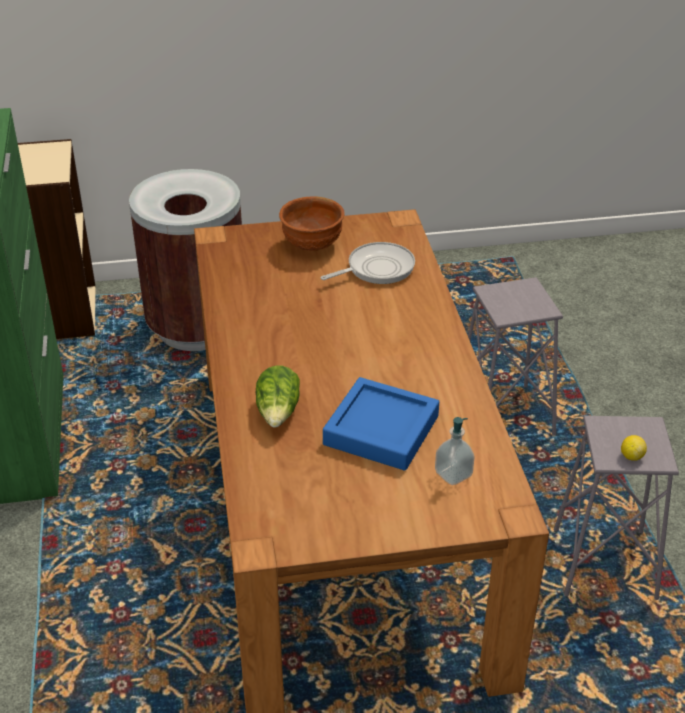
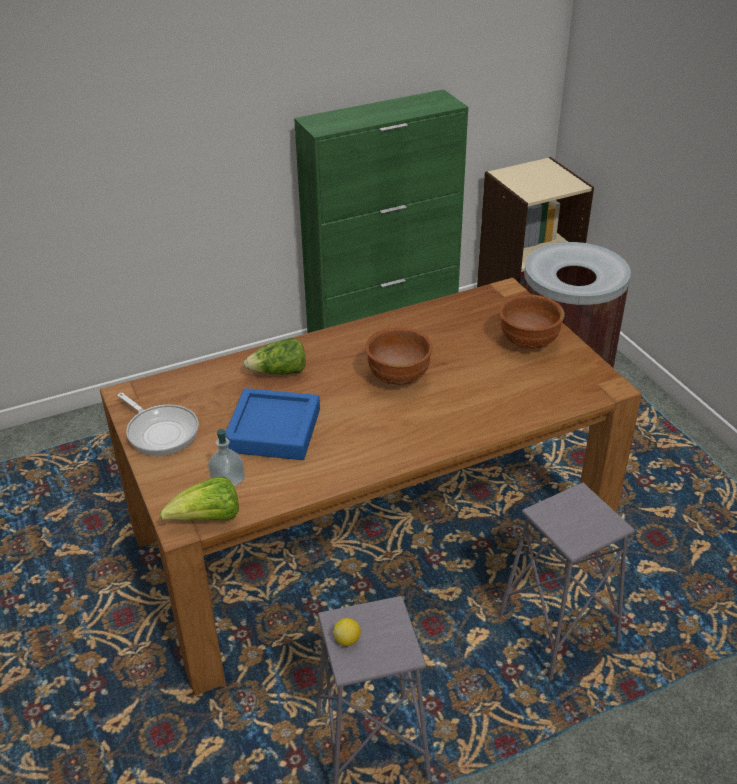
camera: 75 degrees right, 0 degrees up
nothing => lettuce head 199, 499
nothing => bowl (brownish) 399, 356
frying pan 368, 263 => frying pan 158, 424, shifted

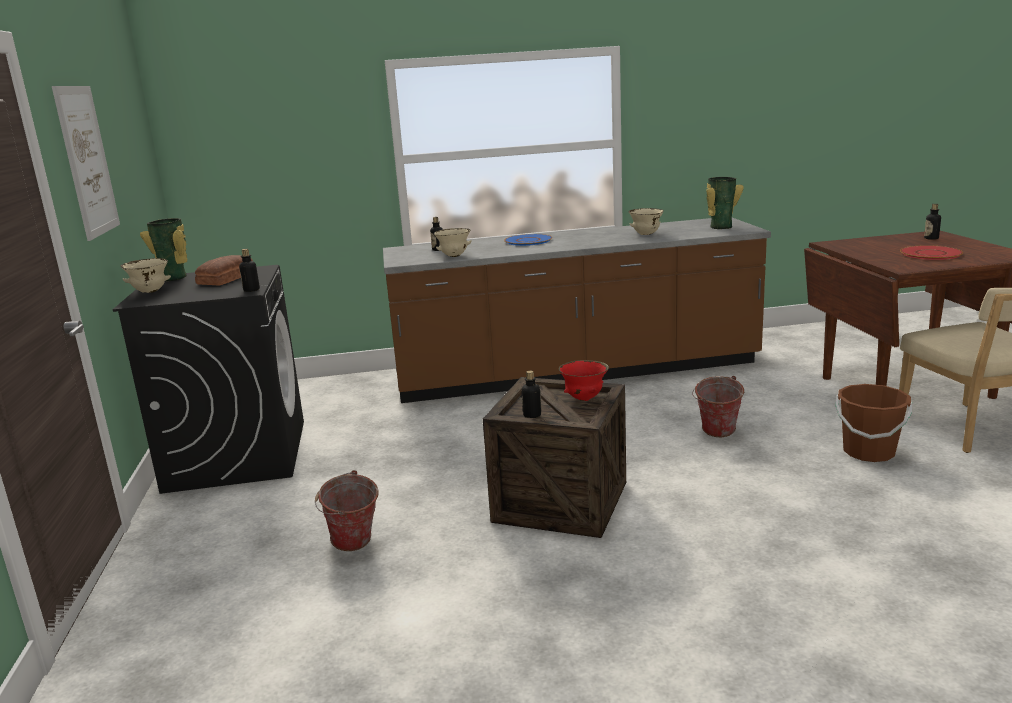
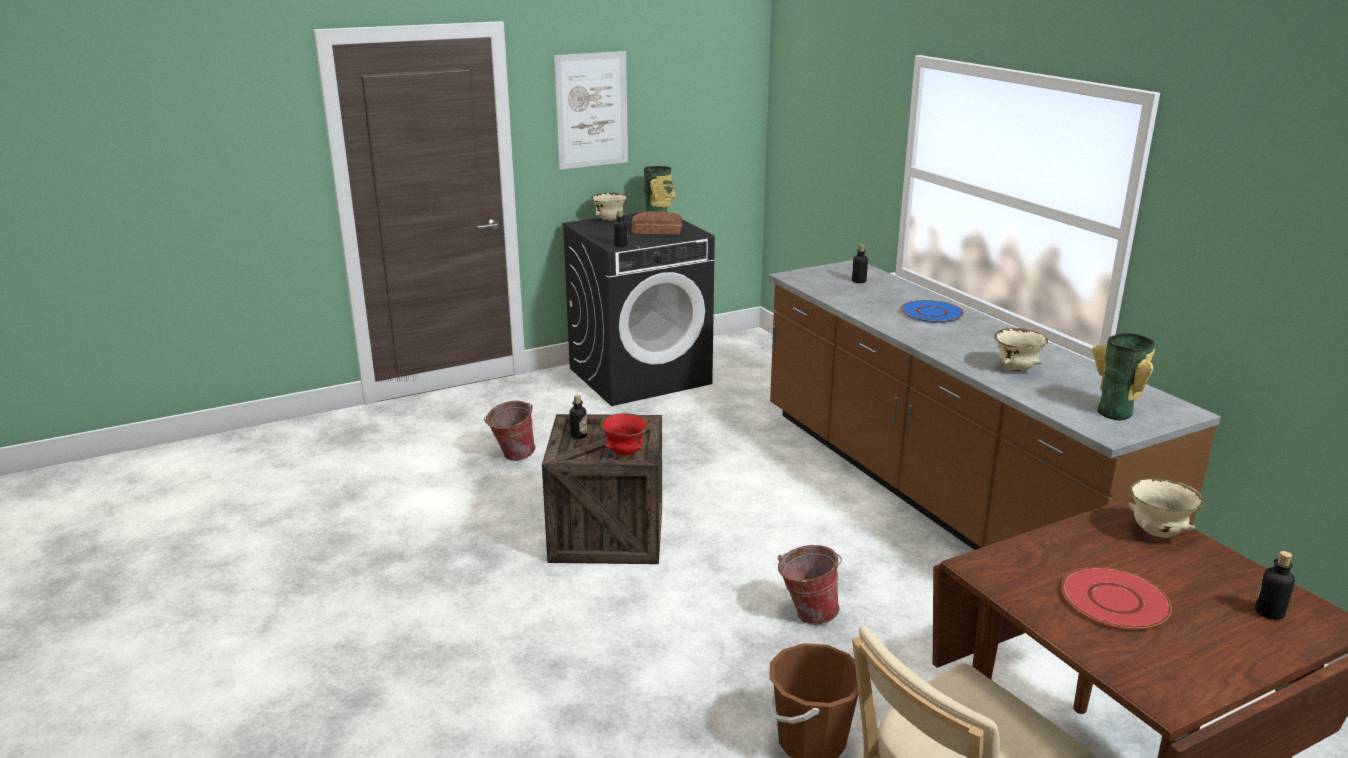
camera: 70 degrees right, 5 degrees up
bowl (beige-coloured) 453, 242 => bowl (beige-coloured) 1166, 508, shifted

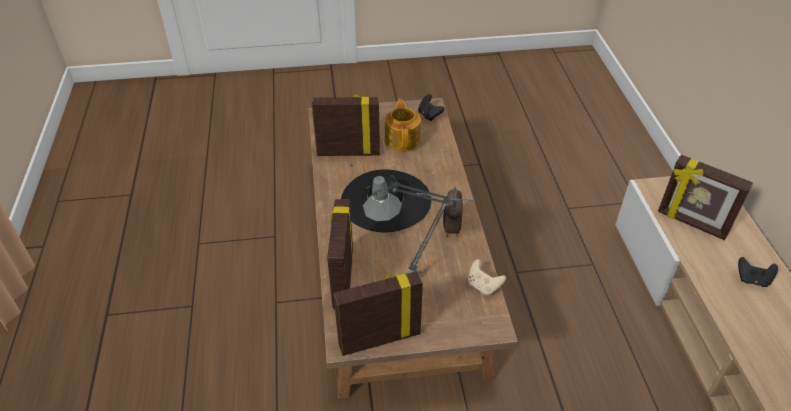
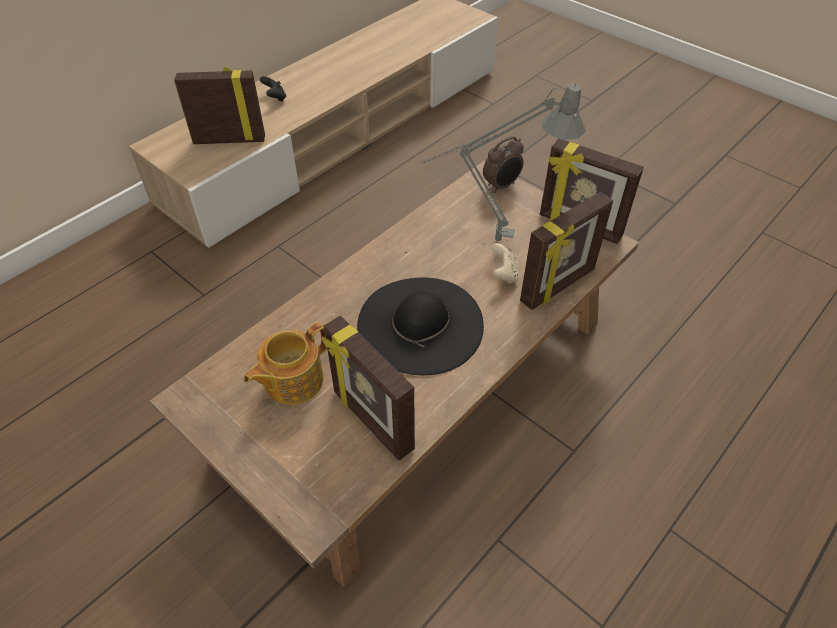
camera: 130 degrees left, 5 degrees up
joypad (black-coloured) 431, 107 => nothing
alarm clock 453, 212 => alarm clock 503, 164, shifted
joypad (beige-coloured) 487, 277 => joypad (beige-coloured) 505, 263, shifted
picture frame 705, 197 => picture frame 219, 105, 90 degrees counterclockwise

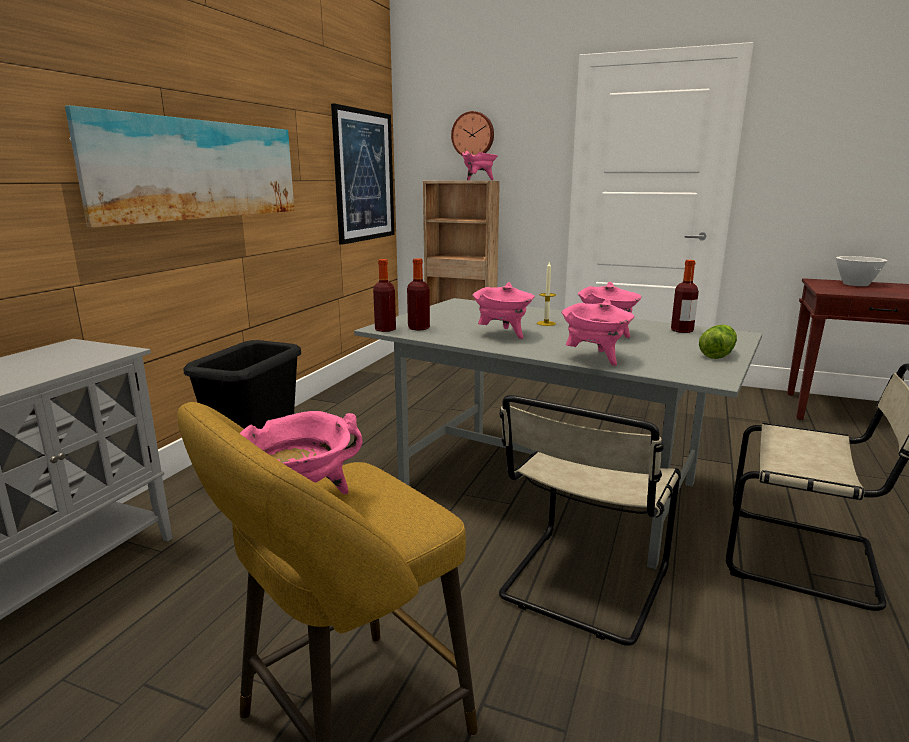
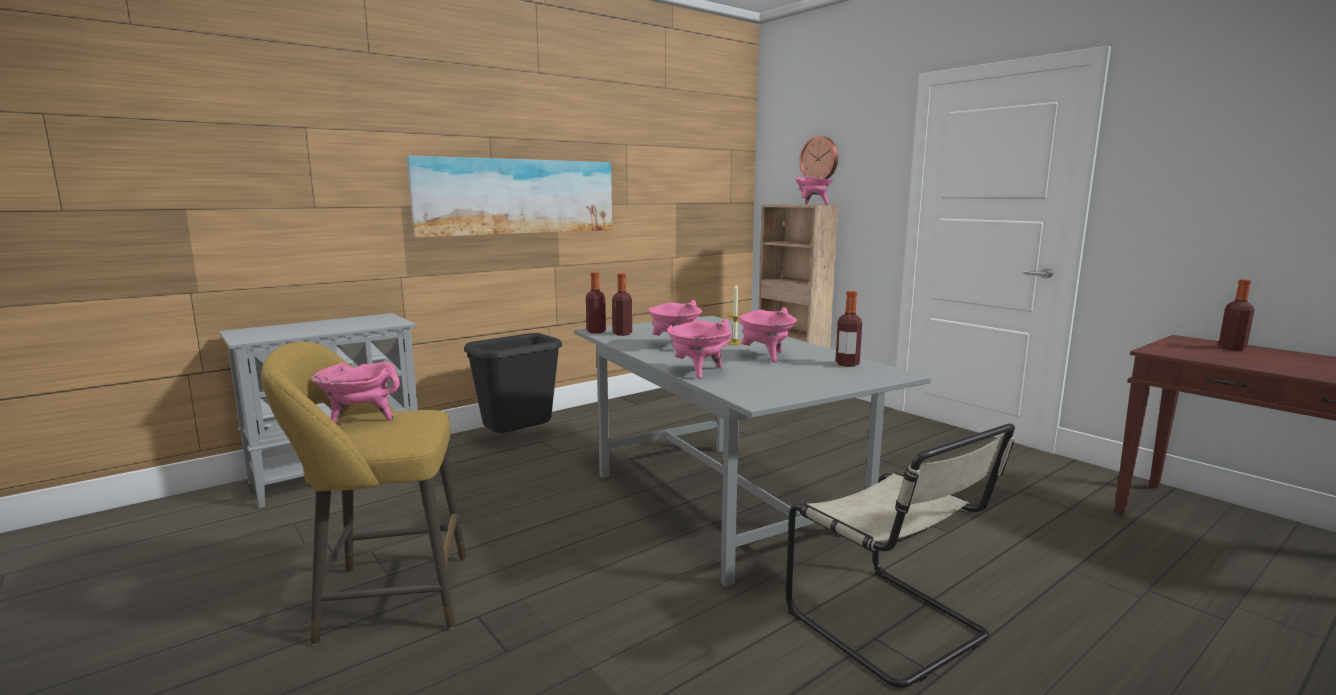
camera: 30 degrees right, 5 degrees down
wall picture 362, 174 => nothing
plain chair (beige-coloured) 590, 520 => nothing
lettuce head 718, 342 => nothing
bowl (white-coloured) 861, 271 => drink bottle 1236, 314

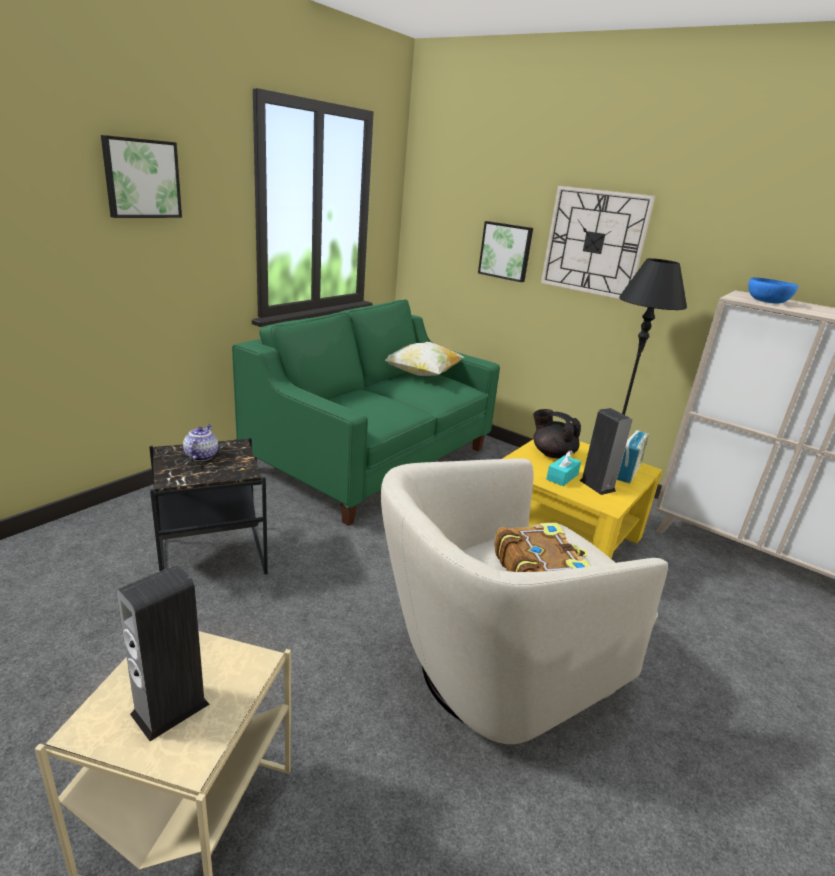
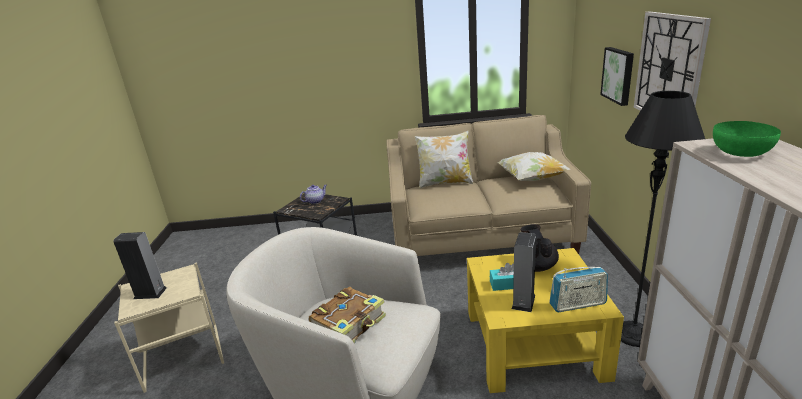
camera: 55 degrees right, 0 degrees up
wall picture 141, 176 => nothing
nothing => cushion 444, 159
sofa (greenish) 366, 412 => sofa (beige-coloured) 488, 185
bowl (blue-coloured) 773, 291 => bowl (greenish) 747, 139

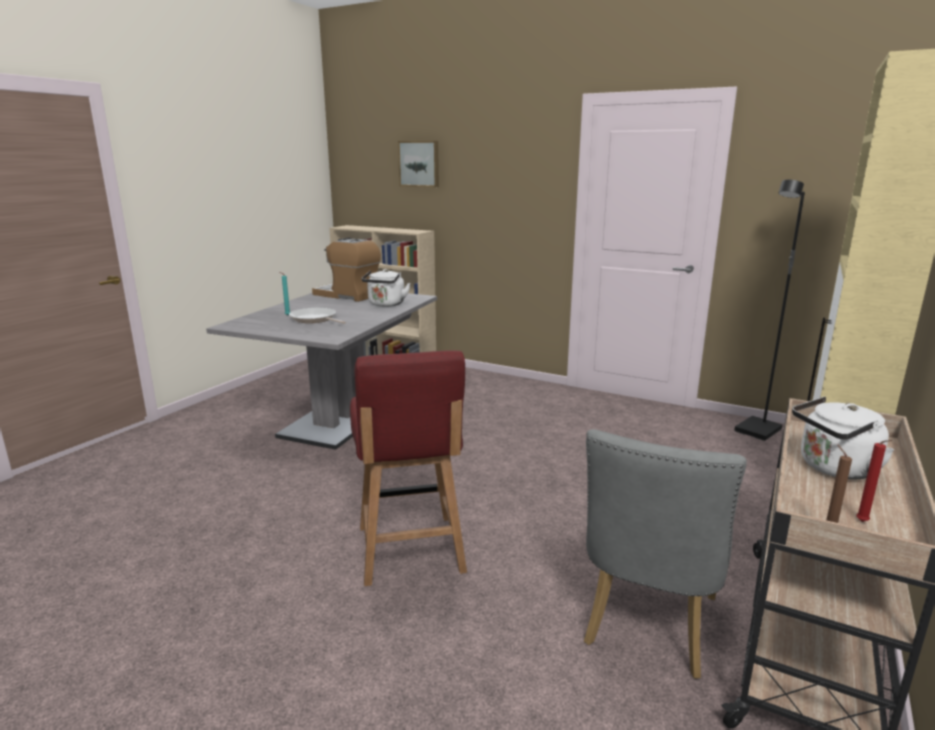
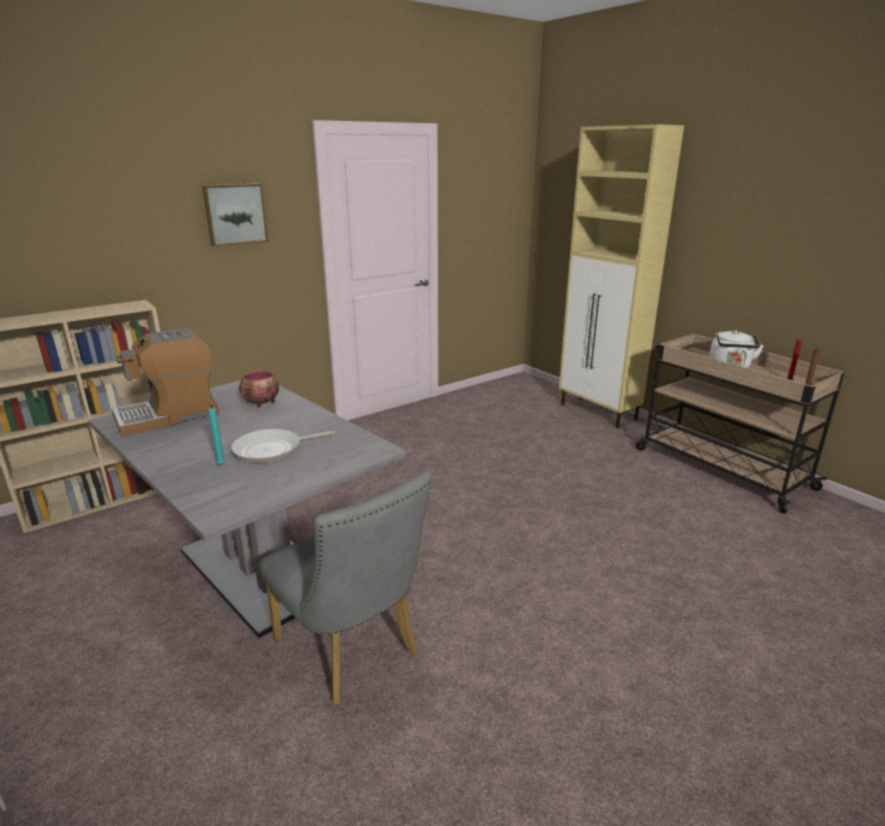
camera: 65 degrees left, 5 degrees up
plain chair (red) 408, 468 => nothing
standing lamp (black-coloured) 769, 310 => nothing
wall picture 418, 164 => wall picture 235, 215, shifted
plain chair (gray) 665, 554 => plain chair (gray) 345, 588, shifted
water kettle (white-coloured) 386, 288 => bowl 259, 389

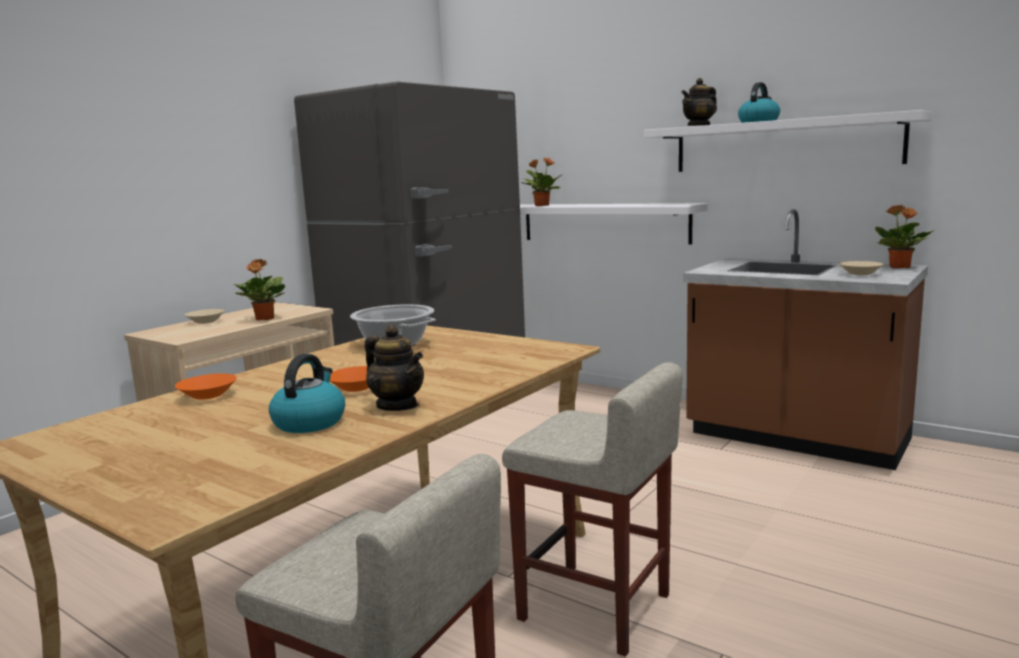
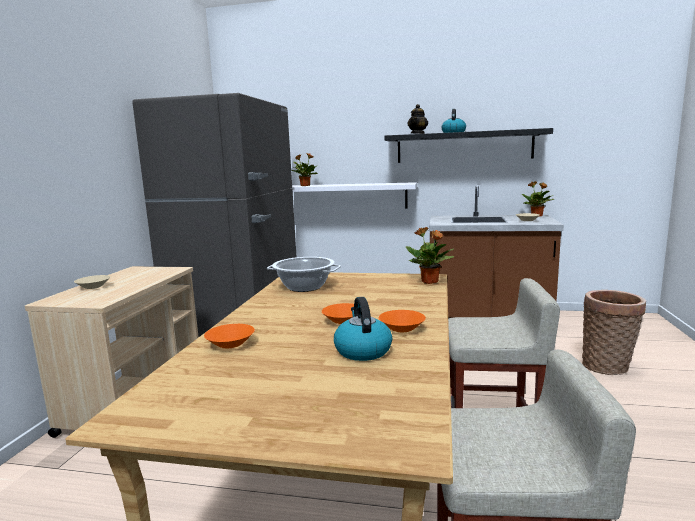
camera: 25 degrees left, 0 degrees up
nothing => household basket 614, 332
plant in a pot 259, 289 => plant in a pot 430, 255, shifted
pot for tea 394, 368 => bowl (orangey) 402, 321
shelf (white-coloured) 788, 141 => shelf (black-coloured) 468, 145

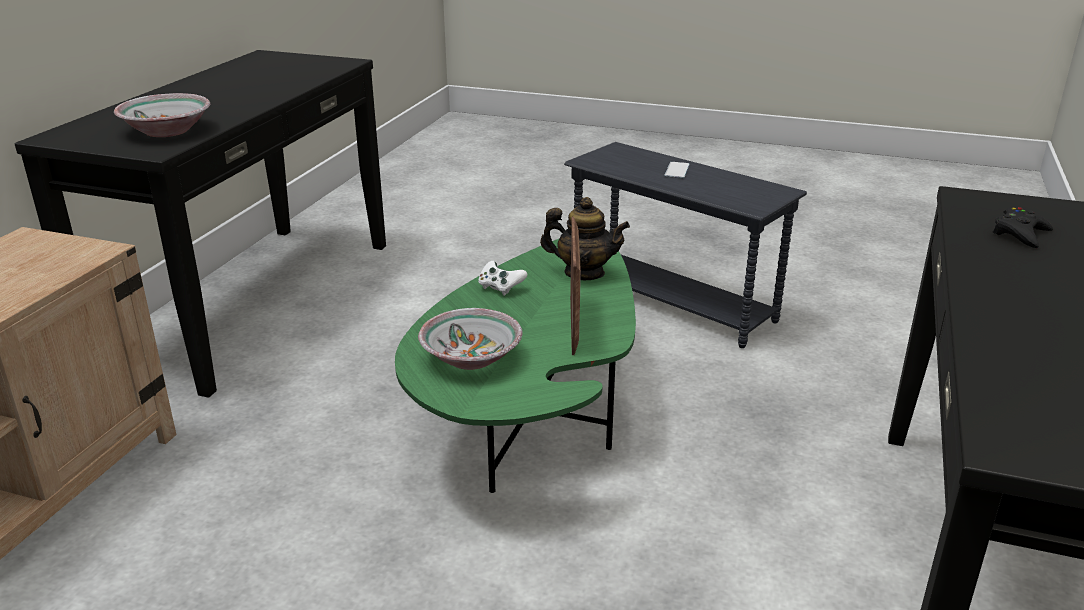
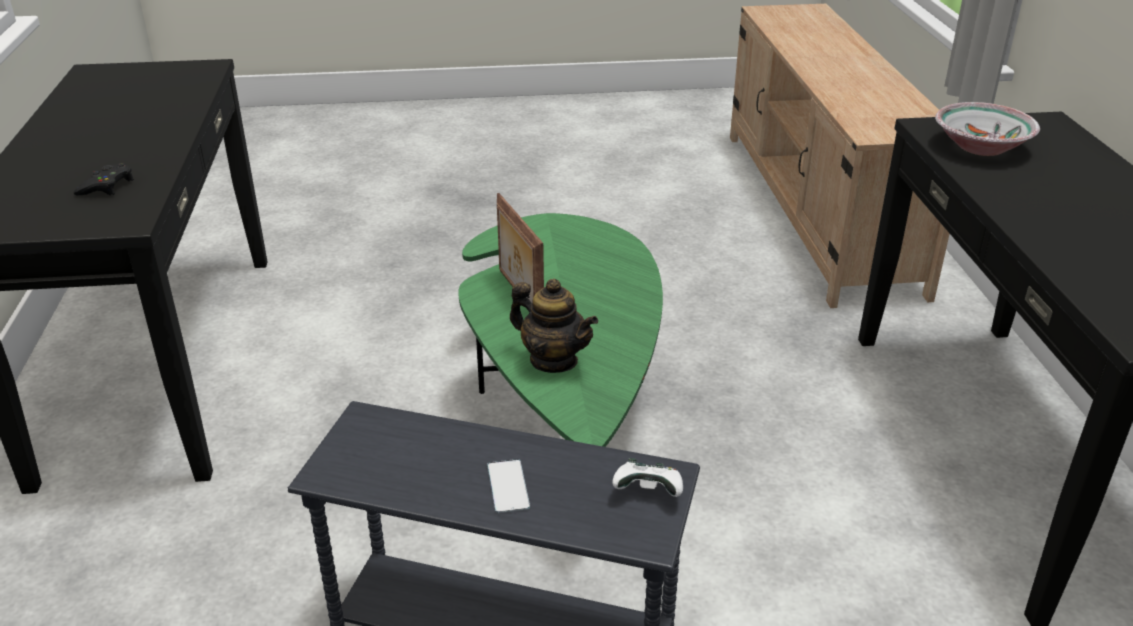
camera: 155 degrees right, 5 degrees up
bowl 470, 339 => nothing
joypad (white-coloured) 502, 278 => joypad (white-coloured) 647, 477, shifted
pot for tea 585, 238 => pot for tea 554, 326, 135 degrees counterclockwise

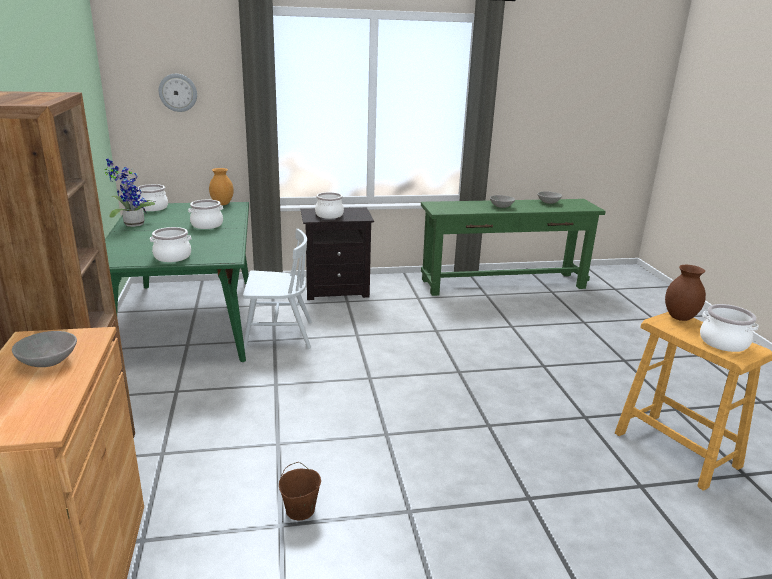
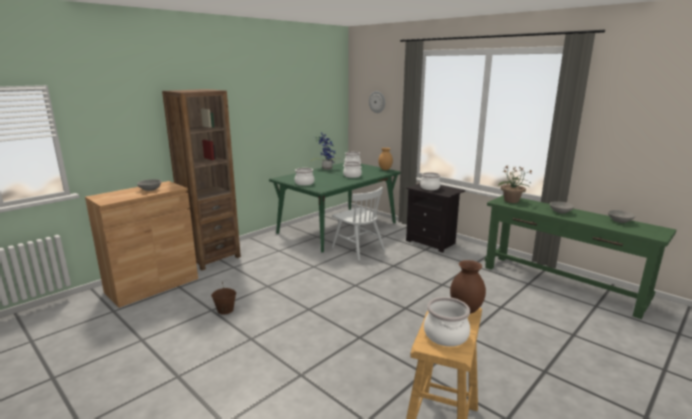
camera: 55 degrees right, 5 degrees down
nothing => plant in a pot 515, 184

